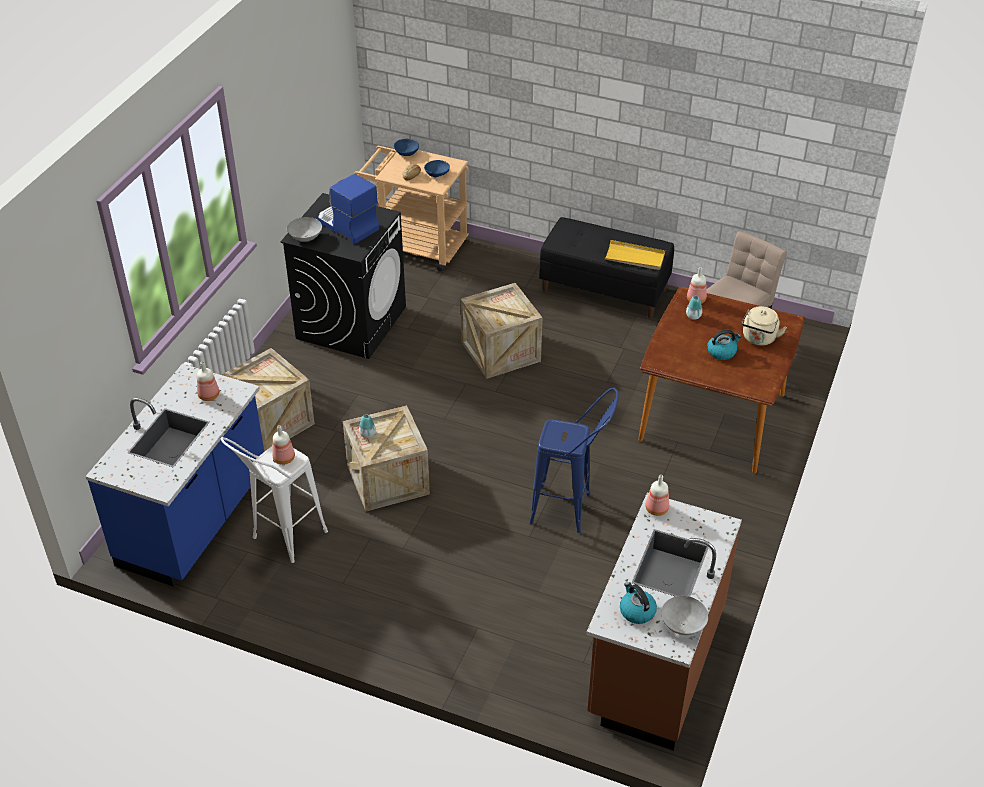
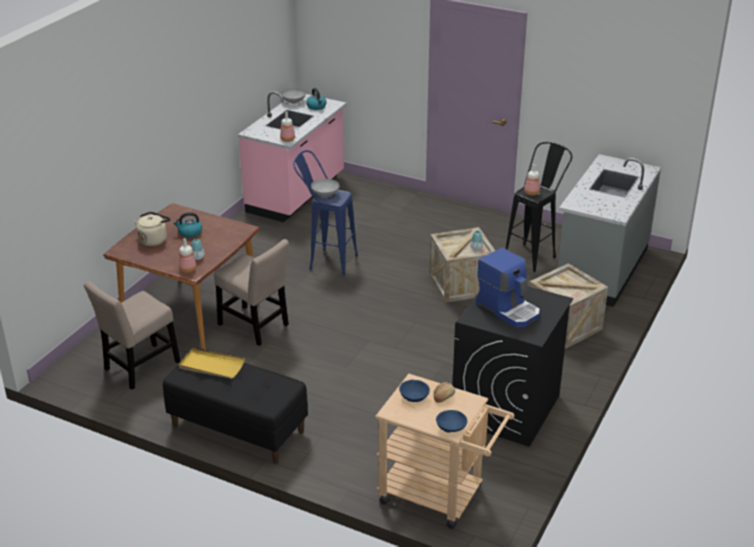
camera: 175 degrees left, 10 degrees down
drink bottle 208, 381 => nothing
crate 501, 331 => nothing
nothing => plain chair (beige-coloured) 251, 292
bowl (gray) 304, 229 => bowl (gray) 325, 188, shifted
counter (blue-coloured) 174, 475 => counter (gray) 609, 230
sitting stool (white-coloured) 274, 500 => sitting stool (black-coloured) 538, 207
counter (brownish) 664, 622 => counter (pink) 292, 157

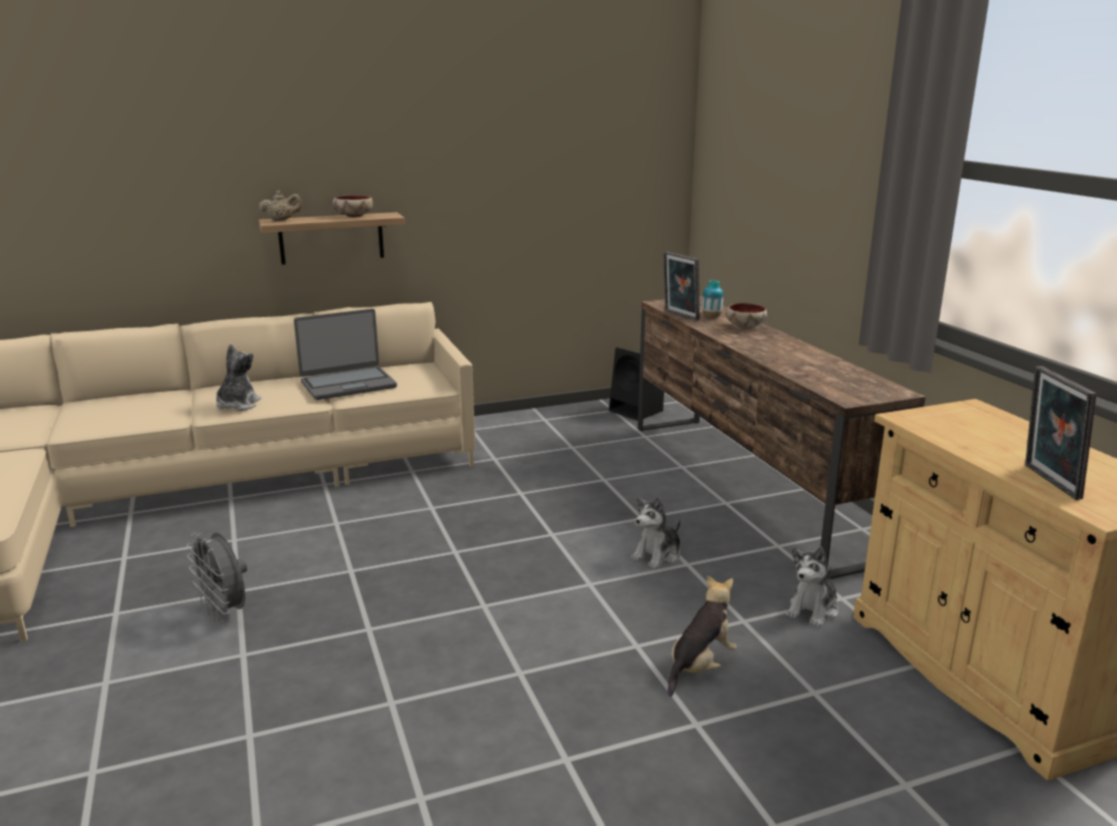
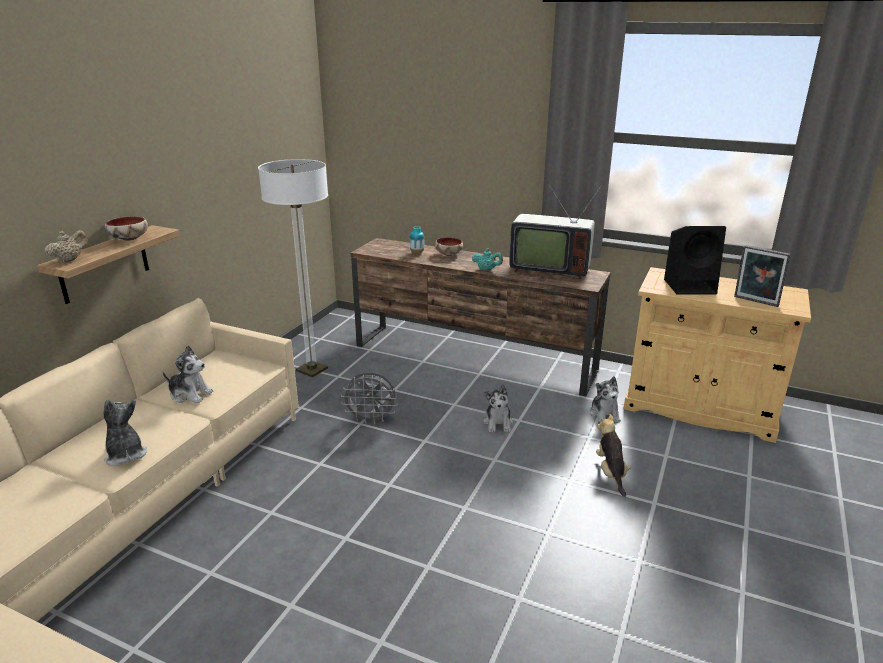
camera: 45 degrees left, 5 degrees up
picture frame 681, 285 => nothing
nothing => standing lamp 293, 268
nothing => pot for tea (turquoise) 487, 259
nothing => TV set 555, 232
fan (gray) 217, 577 => fan (gray) 369, 398, shifted
speaker (black-coloured) 636, 384 => speaker (black-coloured) 695, 260, shifted
laptop 345, 354 => cuddly toy 187, 374

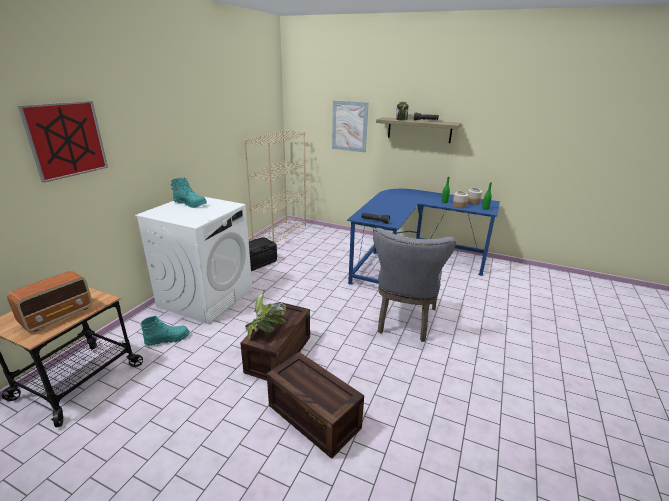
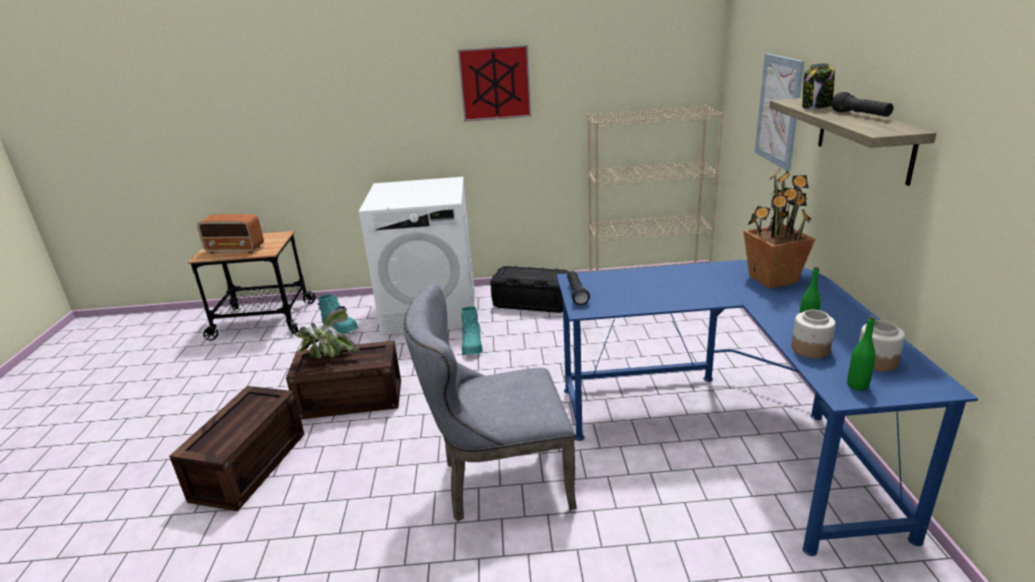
camera: 65 degrees right, 0 degrees up
nothing => plant in a pot 779, 229
wall picture 63, 142 => wall picture 494, 83, shifted
boot (turquoise) 189, 192 => boot (turquoise) 472, 330, shifted

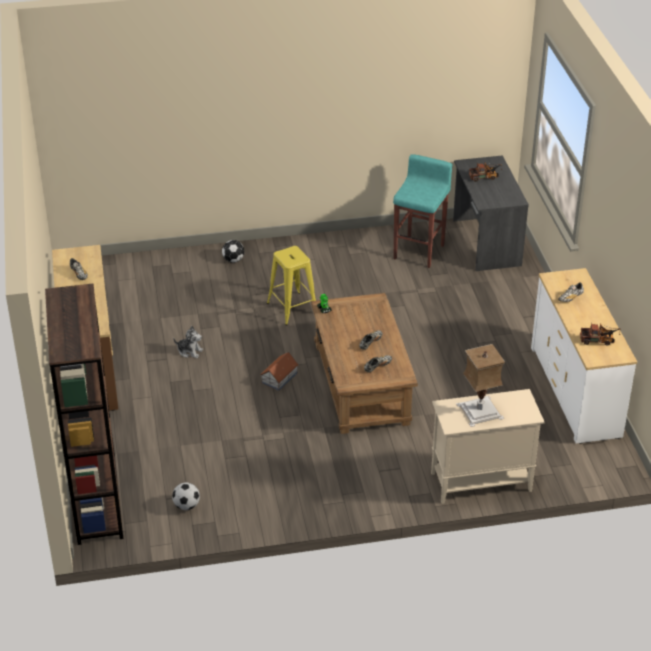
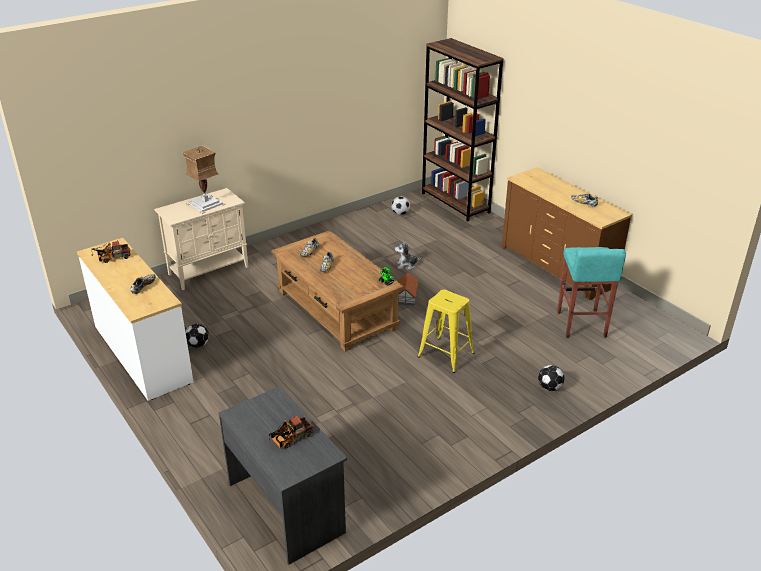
camera: 155 degrees right, 5 degrees down
nothing => ball for football 197, 336
cuddly toy 188, 342 => cuddly toy 408, 255, shifted
sitting stool (turquoise) 423, 211 => sitting stool (turquoise) 591, 292, shifted

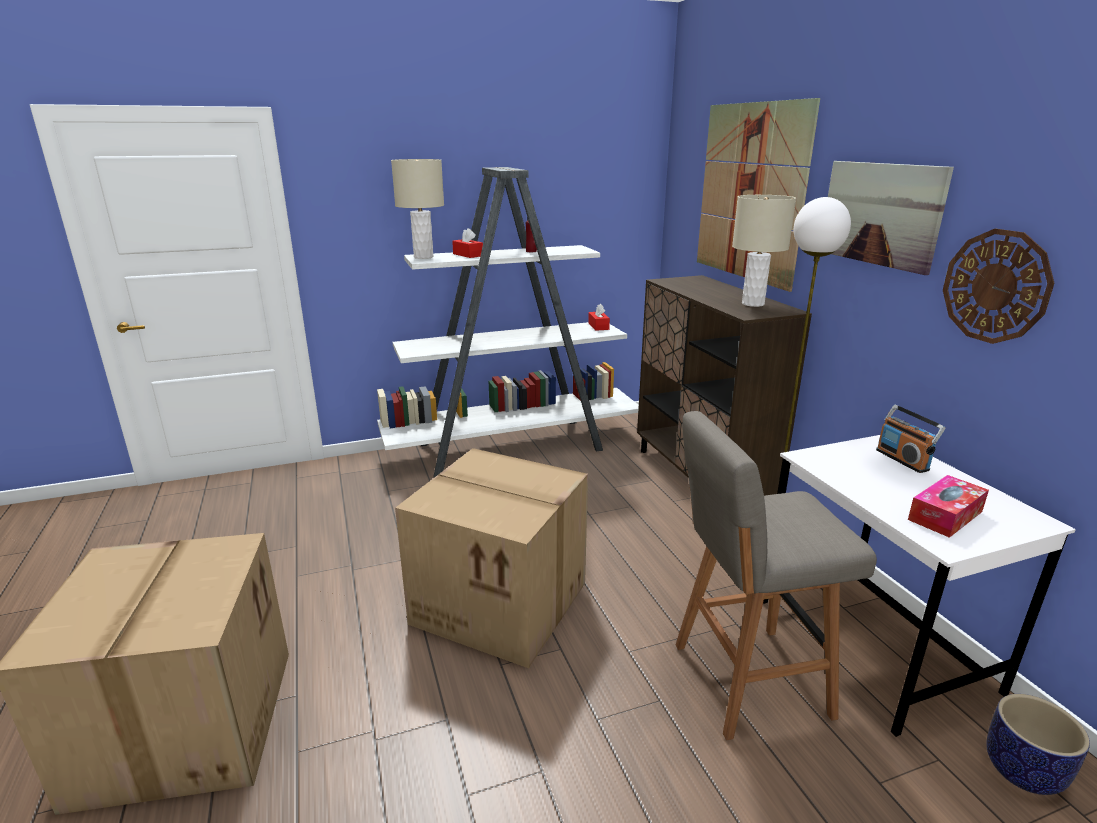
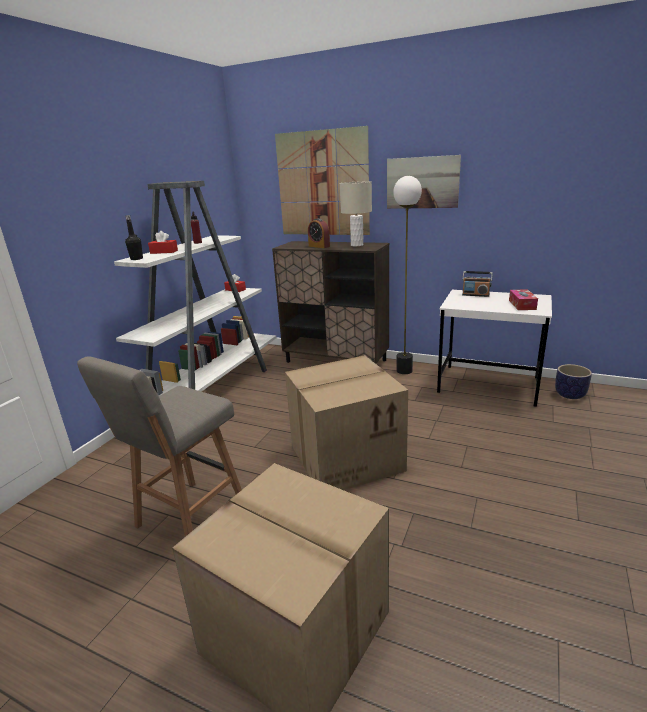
camera: 45 degrees left, 0 degrees up
hanging clock 998, 286 => nothing
nothing => alarm clock 319, 233
sitting stool (gray) 776, 575 => sitting stool (gray) 159, 446, shifted
tabletop lamp (beige-coloured) 417, 209 => drink bottle (black-coloured) 134, 237

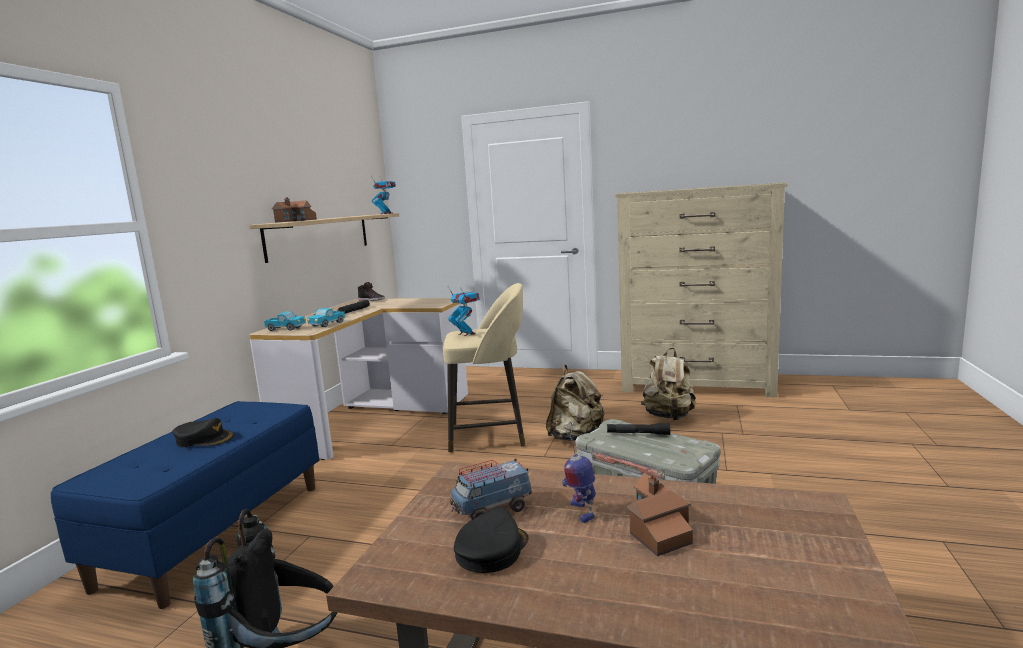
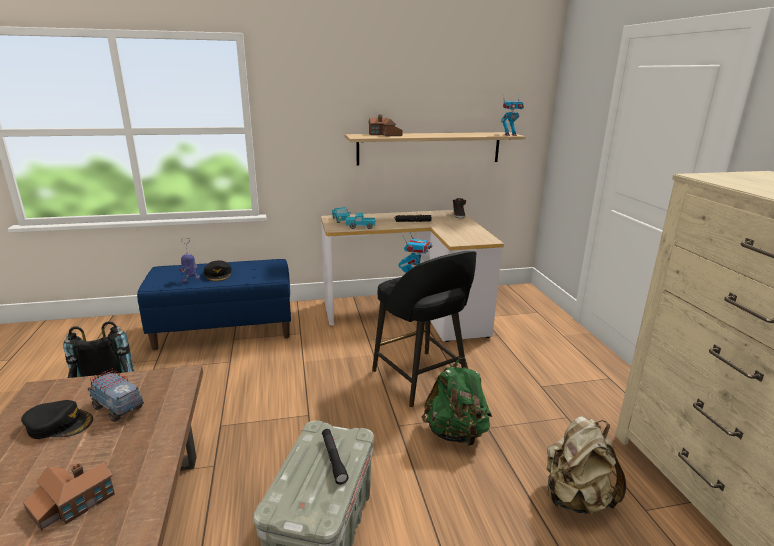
camera: 60 degrees right, 10 degrees up
model robot 579, 472 => model robot 190, 260, shifted
sitting stool (beige-coloured) 484, 368 => sitting stool (black-coloured) 424, 329
rucksack (beige-coloured) 575, 403 => rucksack (greenish) 457, 402

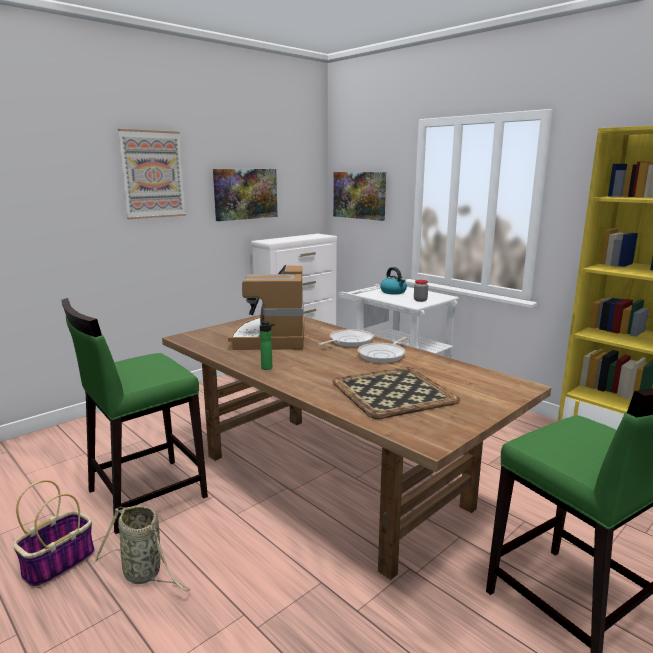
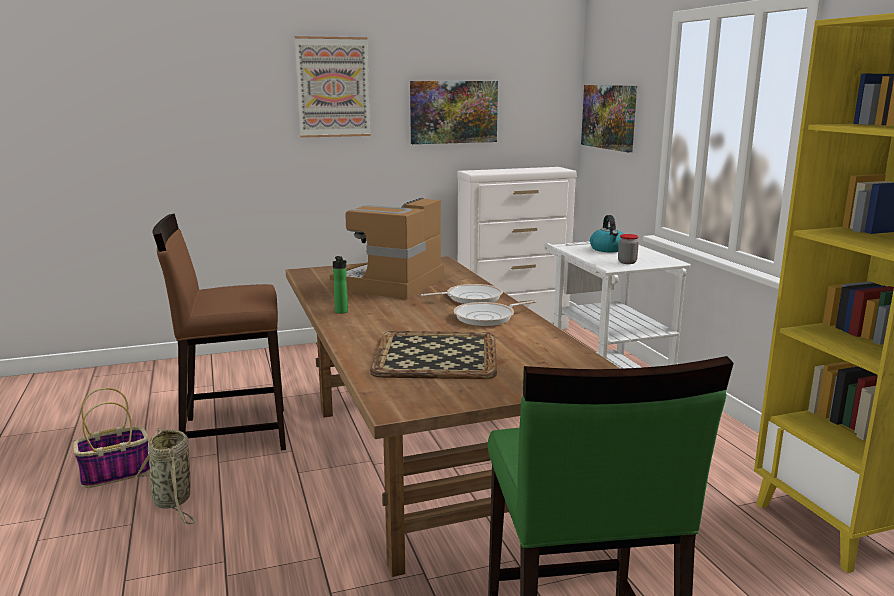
camera: 25 degrees right, 0 degrees up
sitting stool (greenish) 135, 416 => sitting stool (brownish) 219, 332

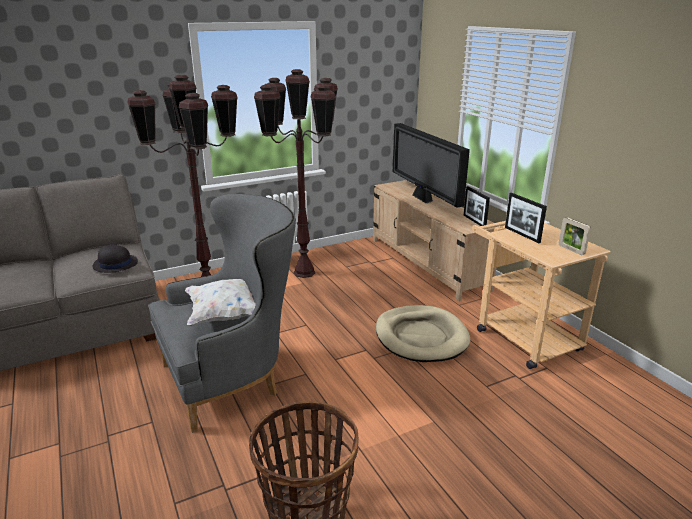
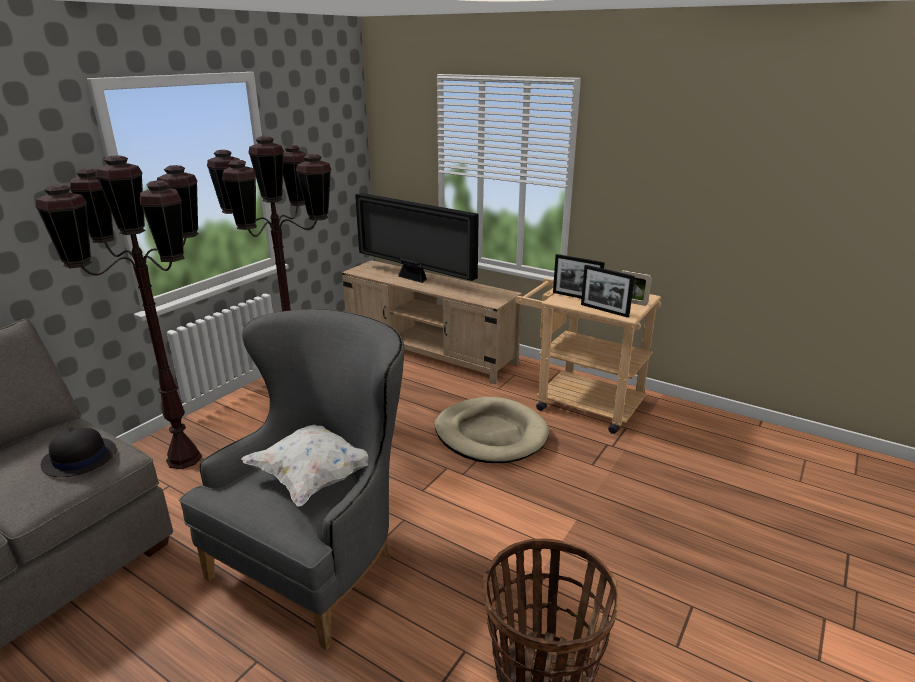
camera: 30 degrees left, 0 degrees up
picture frame 477, 206 => picture frame 608, 291, shifted

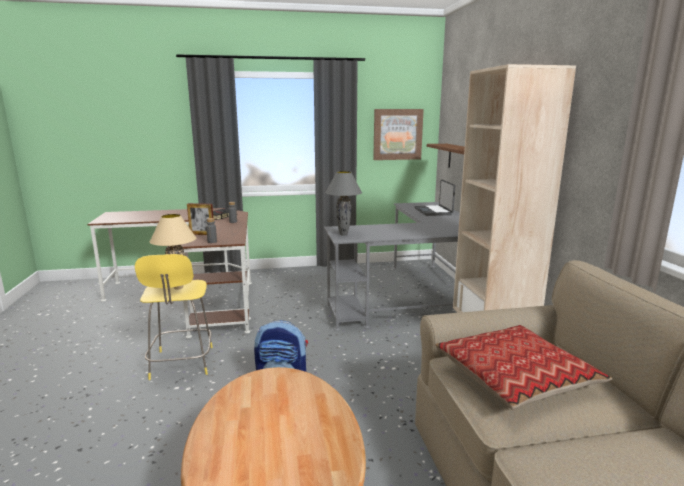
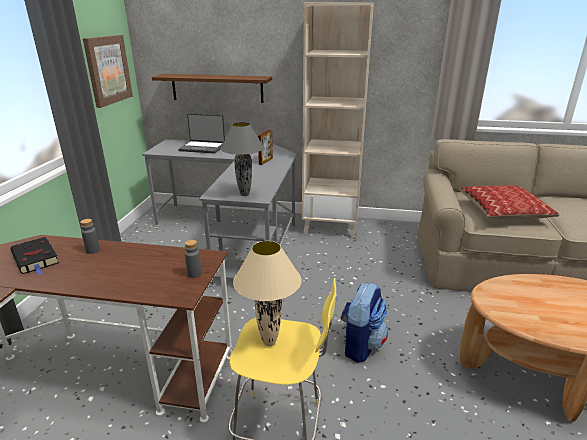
camera: 70 degrees left, 10 degrees up
picture frame 200, 219 => picture frame 265, 147, shifted

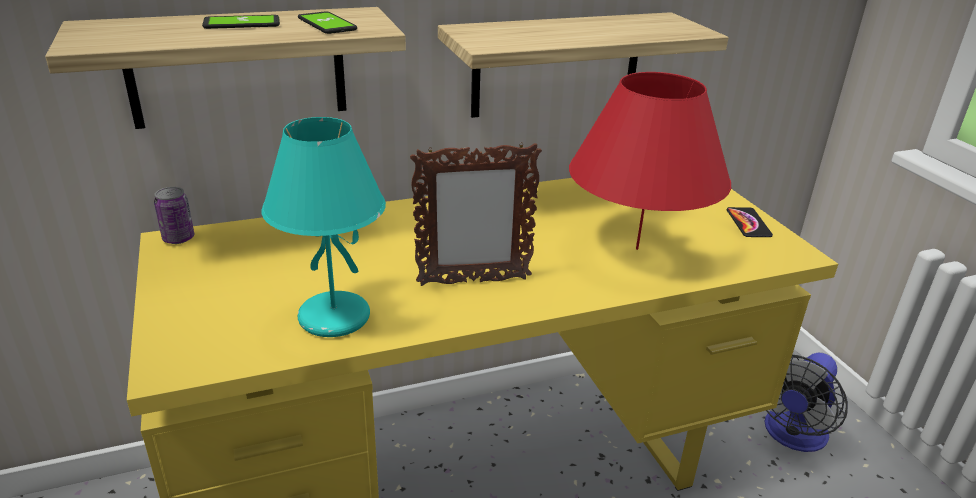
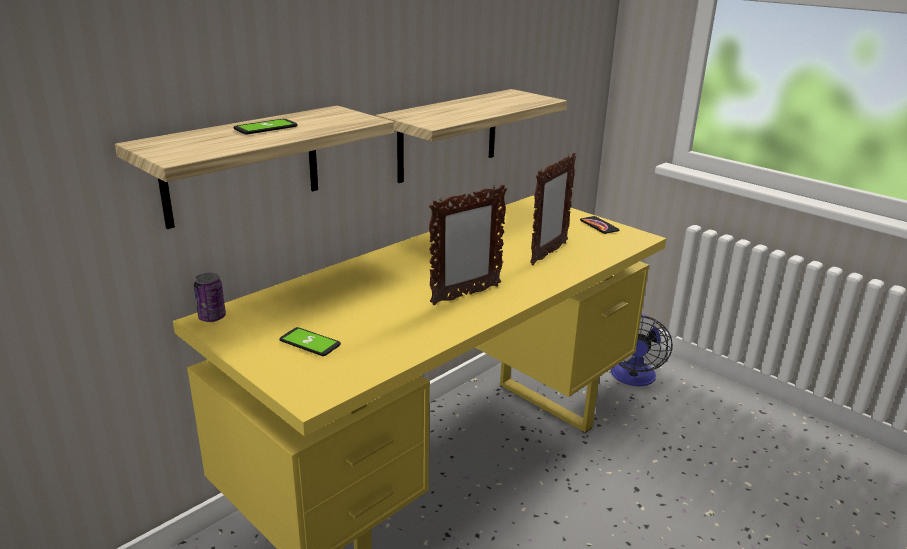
camera: 25 degrees left, 5 degrees down
tabletop lamp (turquoise) 324, 227 => nothing
phone 327, 22 => phone 310, 341, shifted
tabletop lamp (red) 650, 161 => picture frame 553, 209

